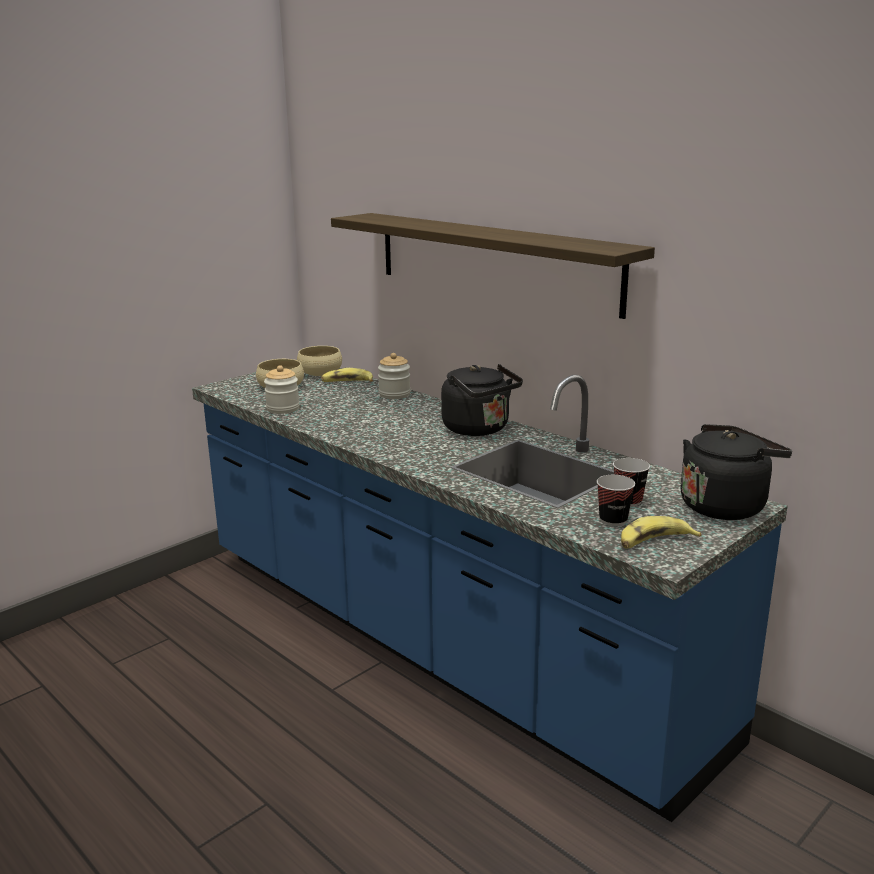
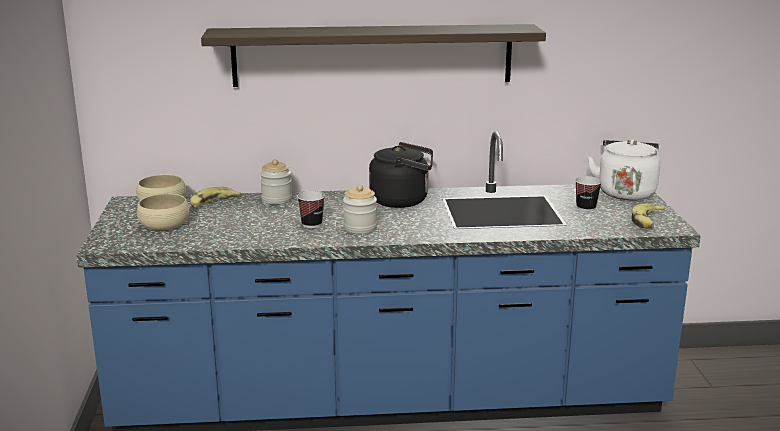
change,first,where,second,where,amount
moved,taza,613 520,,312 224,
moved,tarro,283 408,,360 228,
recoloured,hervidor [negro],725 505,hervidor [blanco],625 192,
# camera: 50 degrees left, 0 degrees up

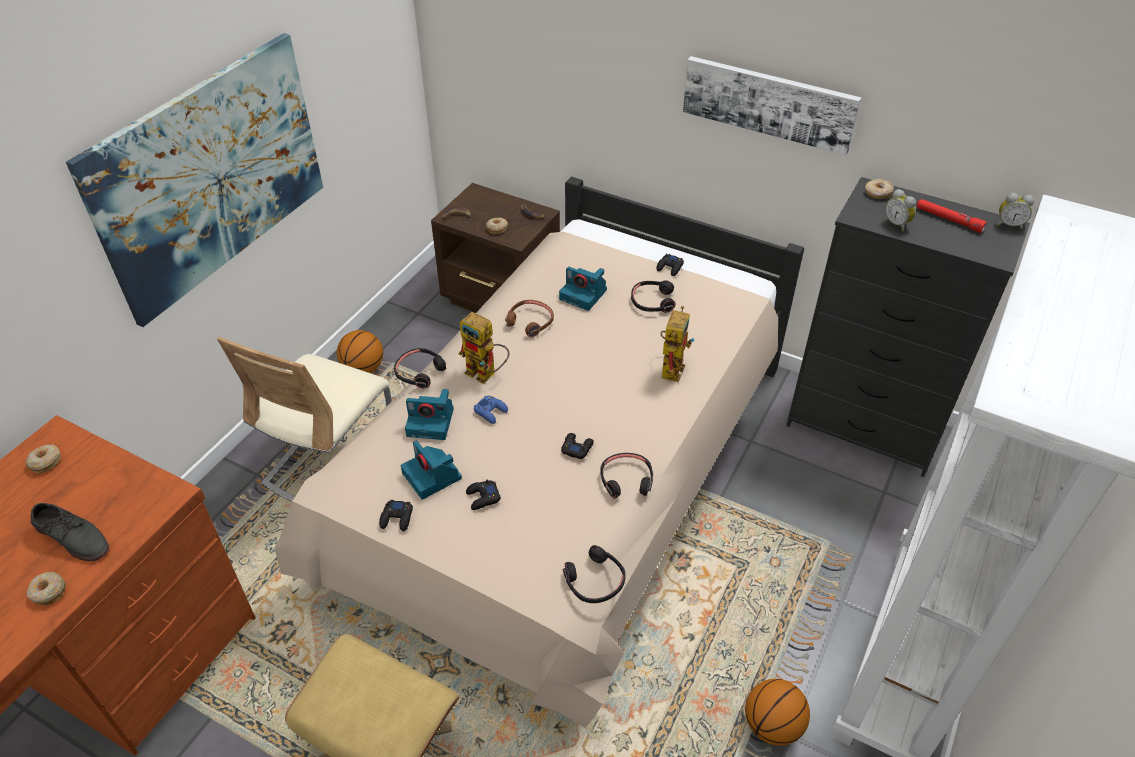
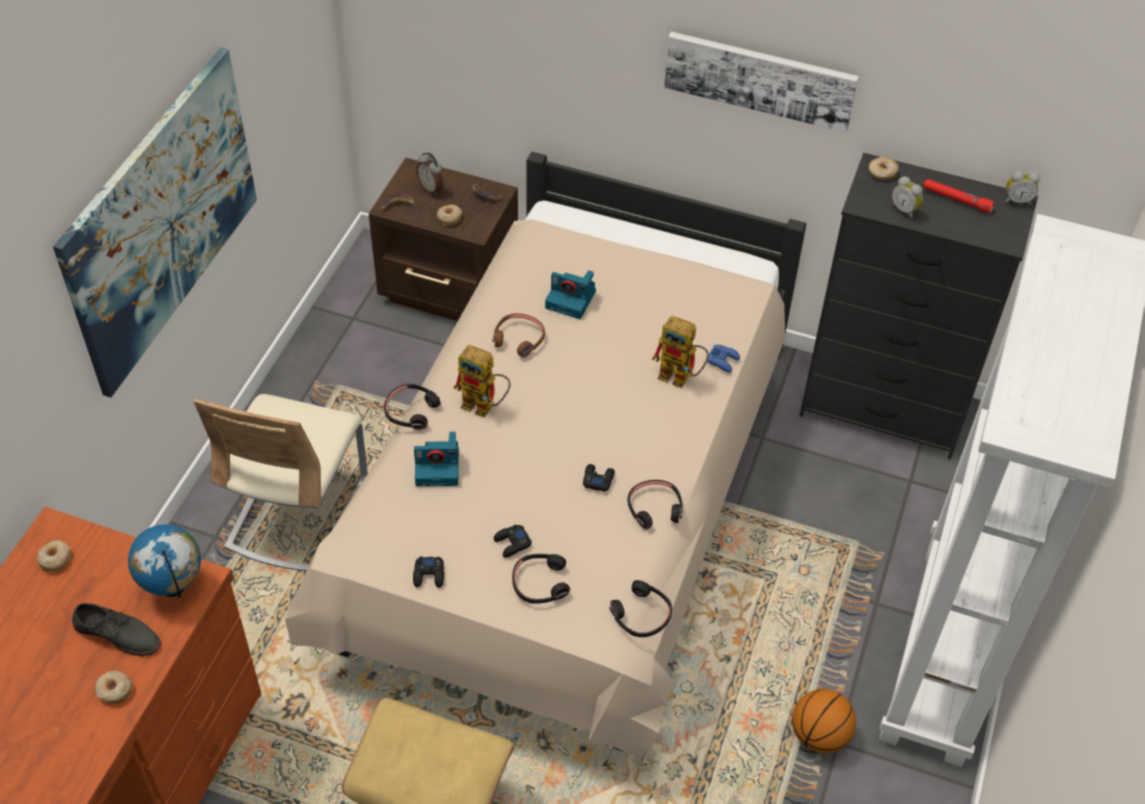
change,first,where,second,where,amount
added,,,globo terráqueo,174 588,
added,,,despertador,431 188,
moved,auriculares [negro],652 301,,540 583,
turned,robot de juguete,671 366,,681 377,105 degrees clockwise
moved,mando de consola [azul],491 412,,723 361,
removed,balón de baloncesto,363 369,,,
removed,cámara,433 476,,,
removed,mando de consola [negro],670 268,,,
# camera: 10 degrees left, 5 degrees up

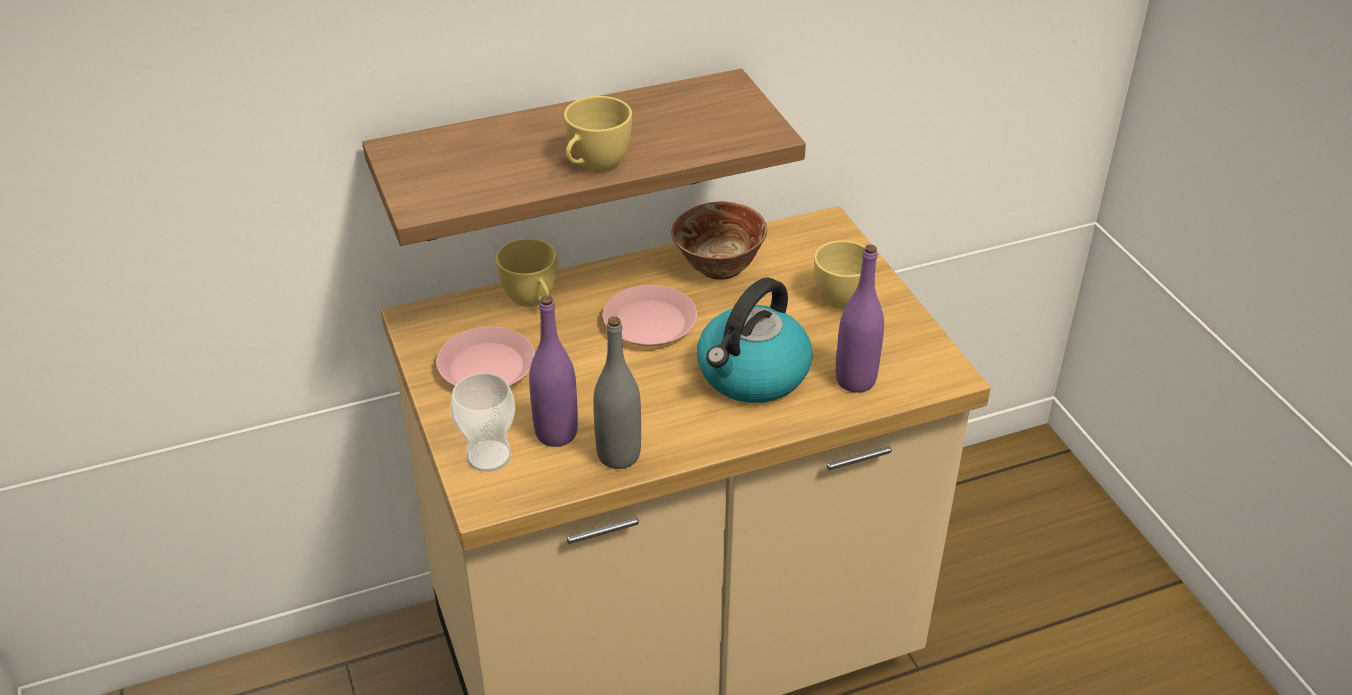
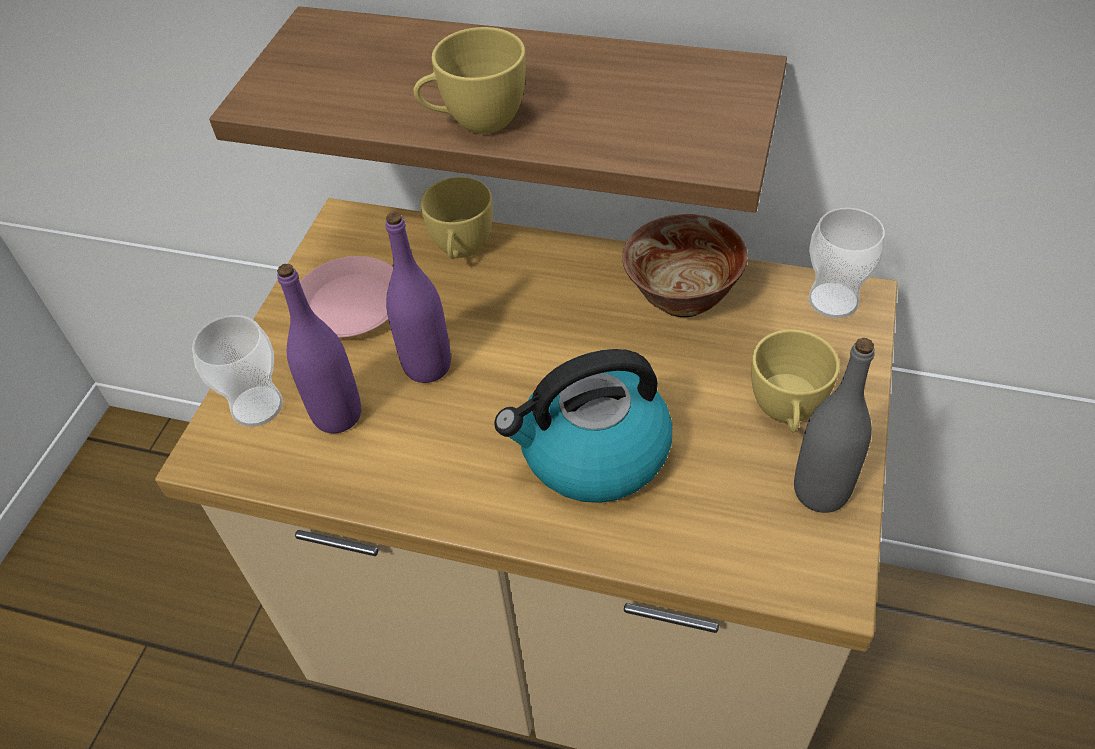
change,first,where,second,where,amount
moved,botella [morado],855 380,,427 366,
moved,botella [gris],618 455,,820 491,
added,,,taza,833 300,
removed,plato [rosa],650 323,,,
# camera: 40 degrees right, 10 degrees up

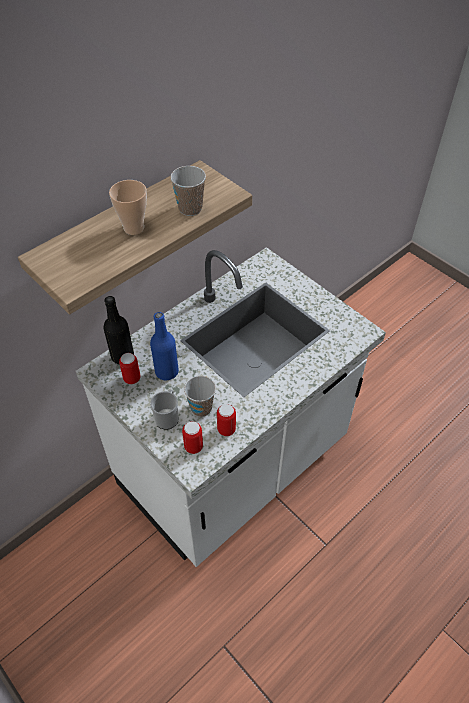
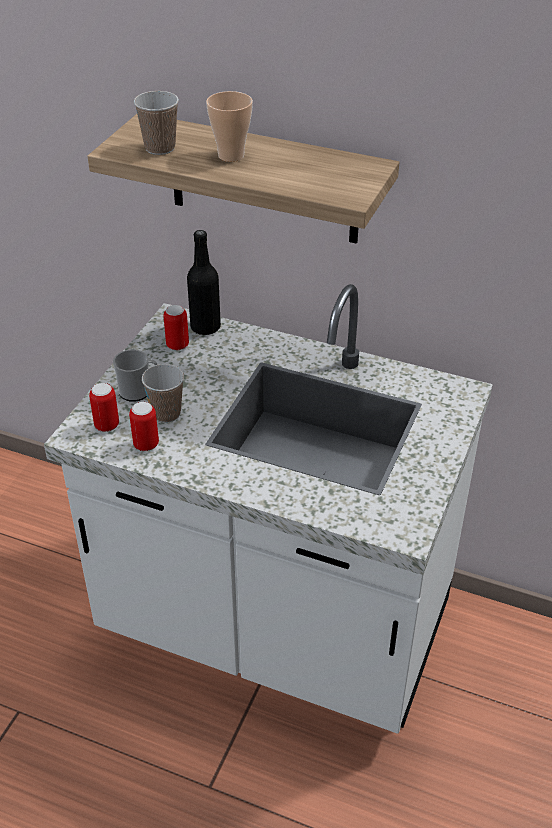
change,first,where,second,where,amount
moved,taza,190 209,,160 148,
removed,botella [azul],166 372,,,
# camera: 65 degrees right, 10 degrees down

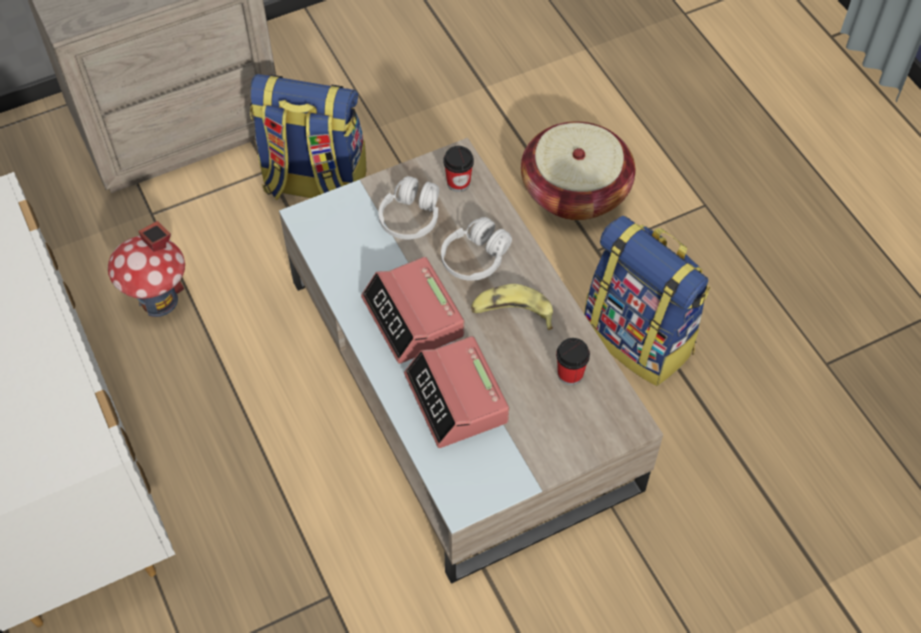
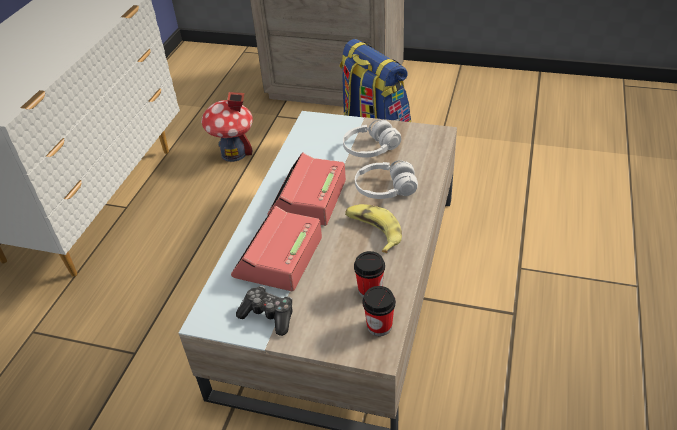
change,first,where,second,where,amount
added,,,mando de consola,268 315,
moved,taza,458 183,,379 326,
removed,cesta,575 191,,,
removed,mochila,640 338,,,
# camera: 45 degrees right, 15 degrees down

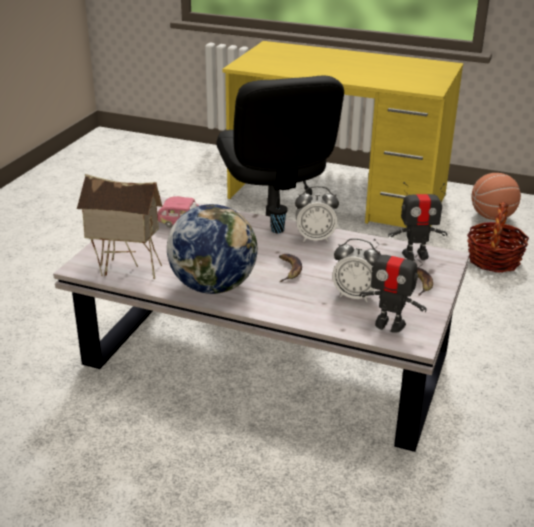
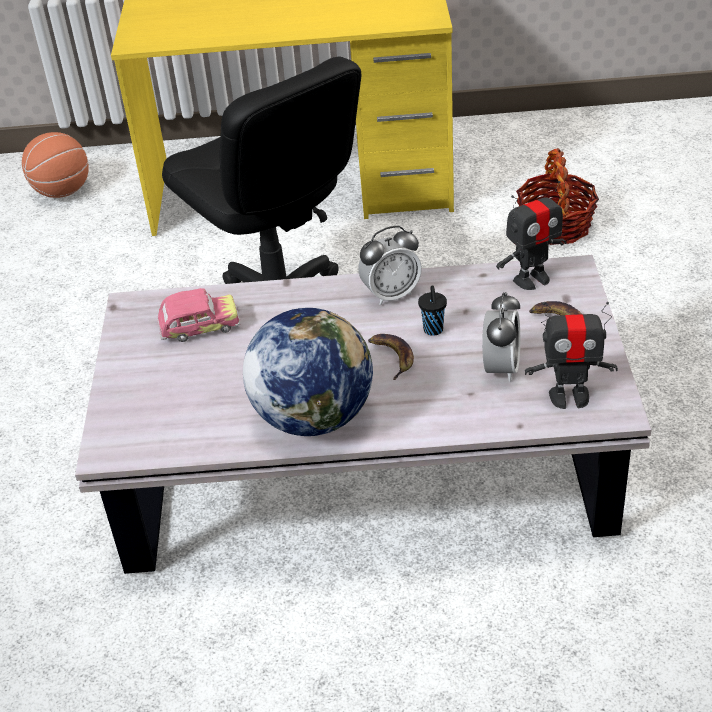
change,first,where,second,where,amount
moved,balón de baloncesto,492 216,,62 191,
moved,taza [negro],277 231,,433 330,
turned,despertador,355 295,,501 368,75 degrees counterclockwise
removed,casita,126 271,,,
# camera: 20 degrees left, 10 degrees up

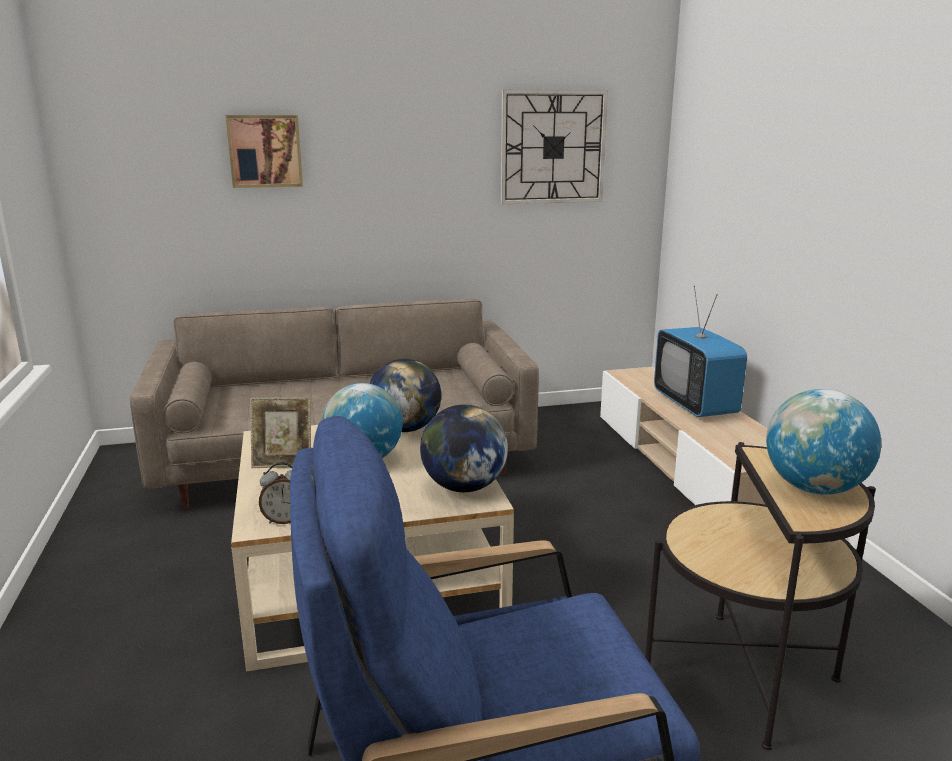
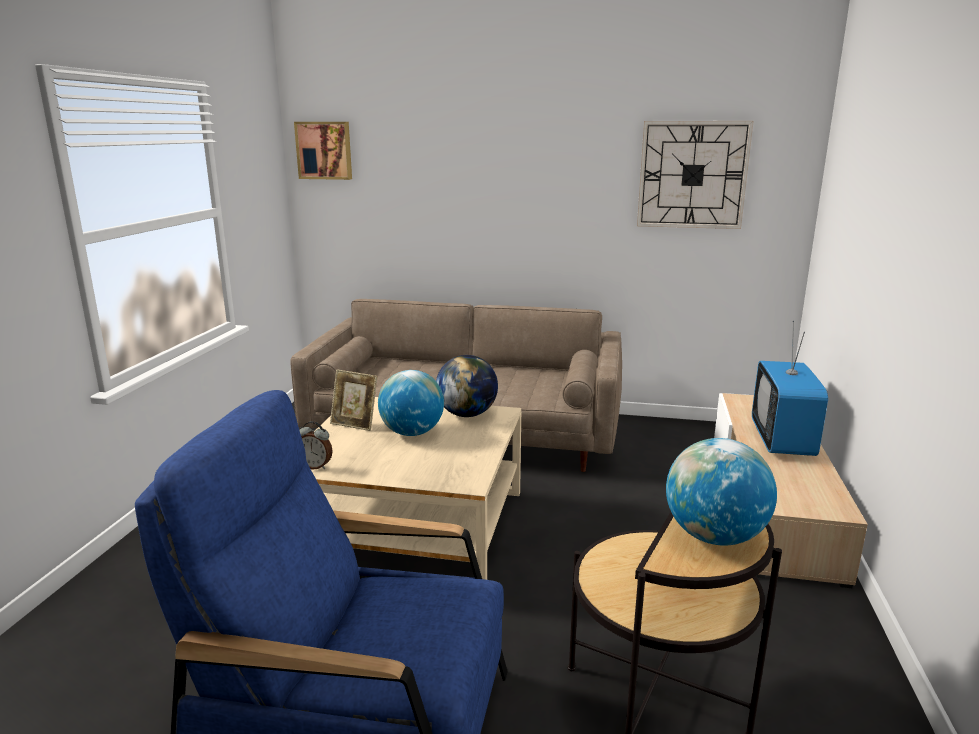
change,first,where,second,where,amount
moved,cuadro,265 151,,324 150,
removed,globo terráqueo,464 487,,,
# camera: 25 degrees right, 0 degrees up

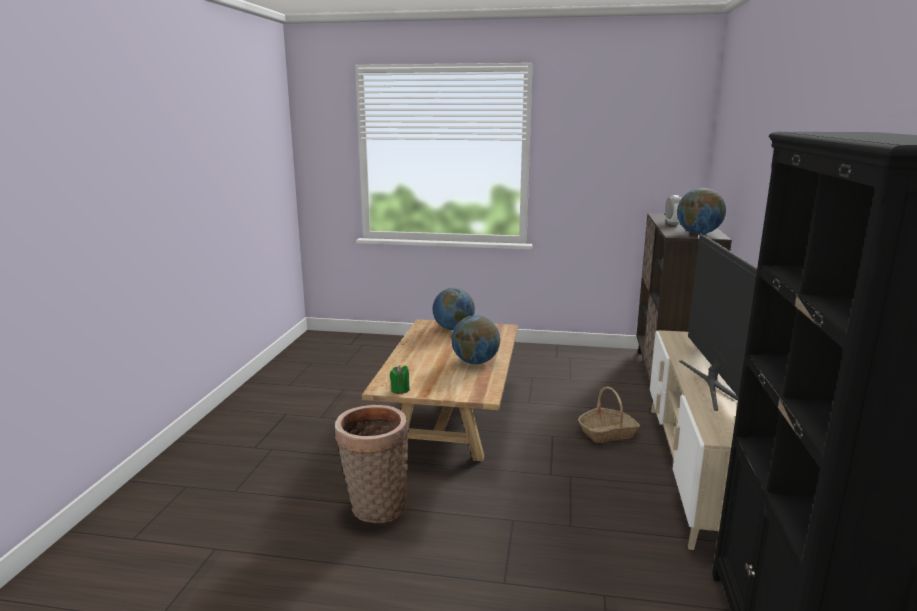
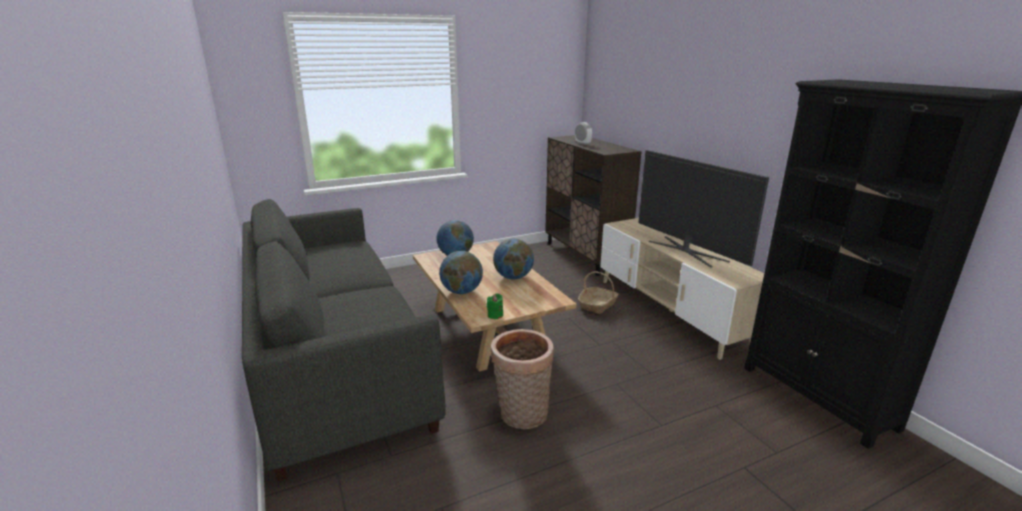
change,first,where,second,where,amount
added,,,sofá [gris],334 359,
moved,globo terráqueo,698 233,,461 291,
# camera: 35 degrees left, 5 degrees up

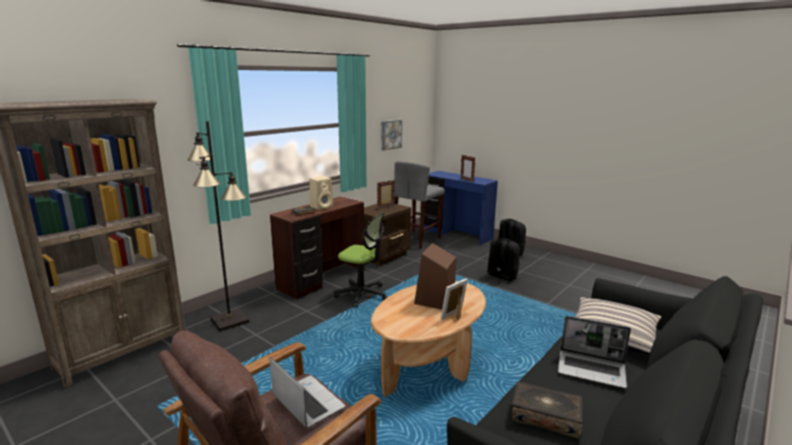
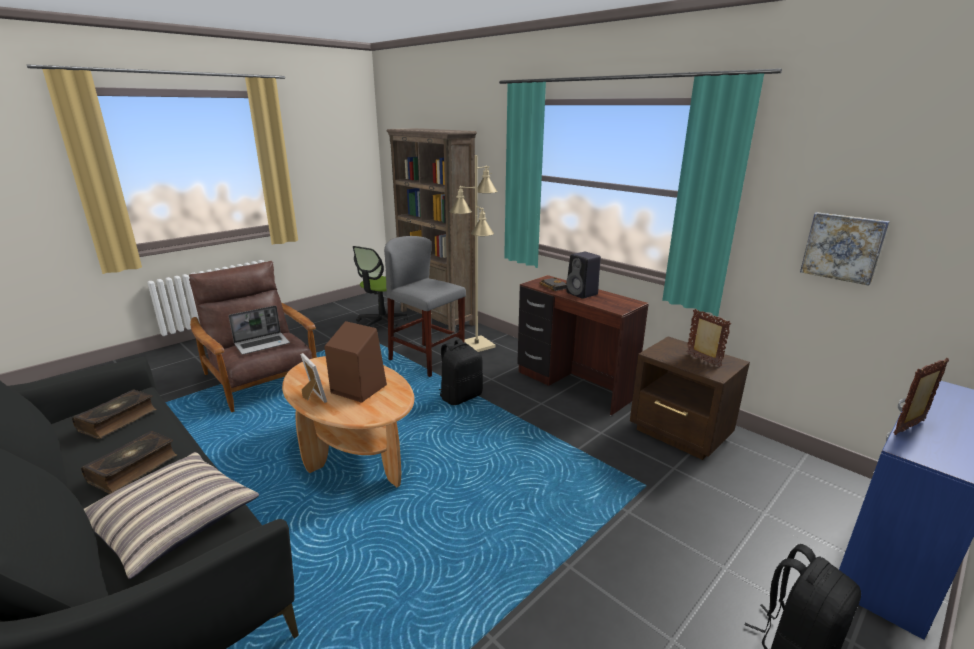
change,first,where,second,where,amount
replaced,portátil,592 369,libro,134 468,
moved,silla de oficina,362 295,,381 323,
moved,taburete [gris],416 239,,426 360,
moved,mochila [negro],501 277,,461 396,
recoloured,lámpara de pie [negro],230 320,lámpara de pie [beis],477 345,
recoloured,altavoz [beis],322 207,altavoz [negro],583 294,
# camera: 95 degrees right, 5 degrees up

